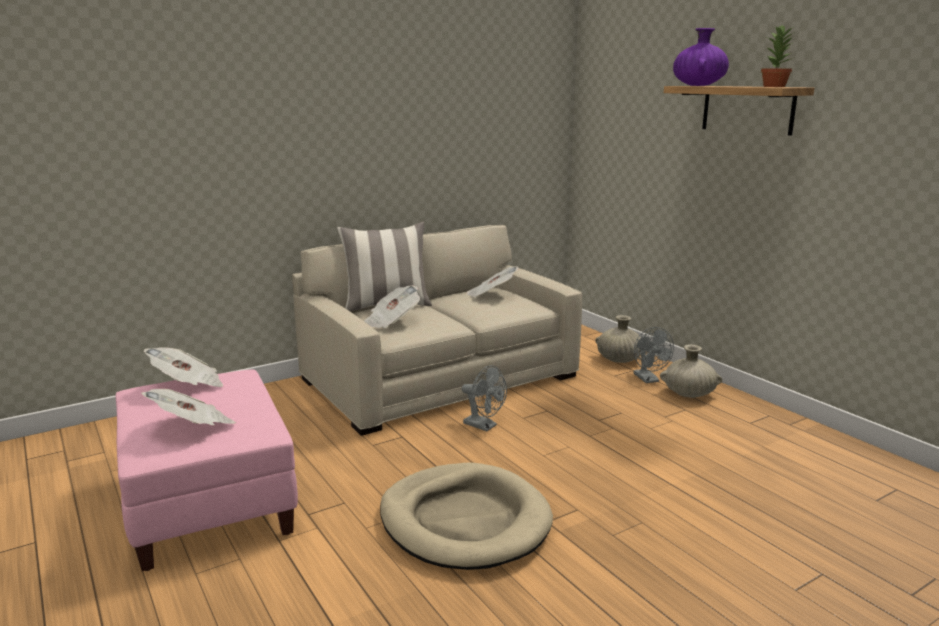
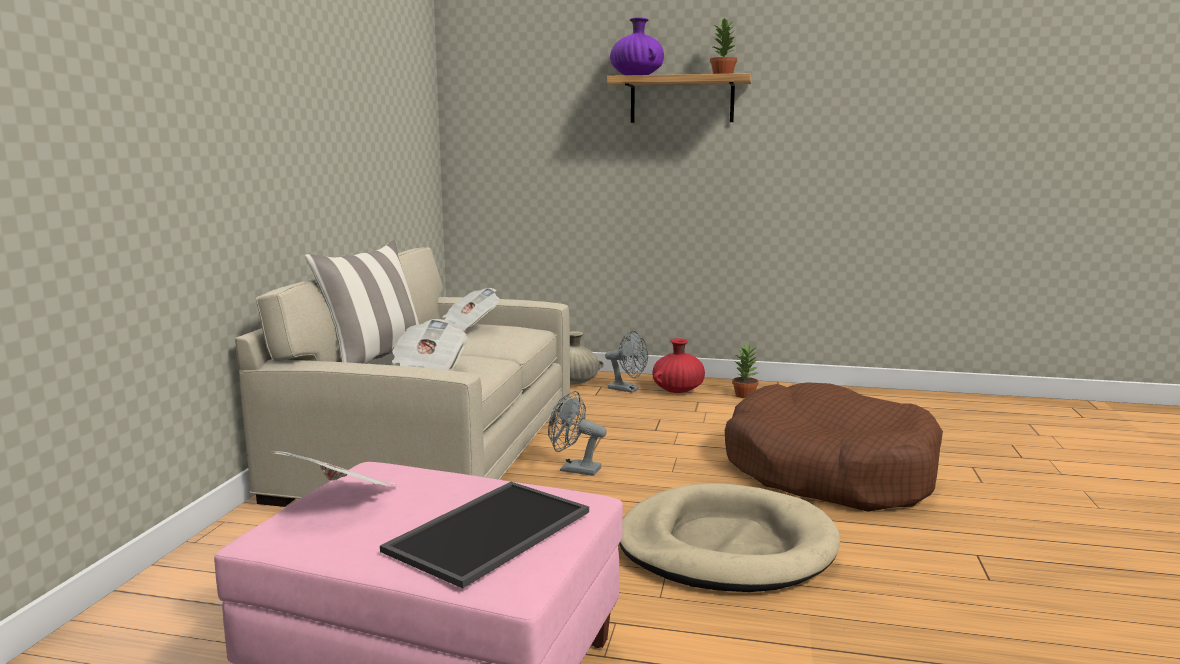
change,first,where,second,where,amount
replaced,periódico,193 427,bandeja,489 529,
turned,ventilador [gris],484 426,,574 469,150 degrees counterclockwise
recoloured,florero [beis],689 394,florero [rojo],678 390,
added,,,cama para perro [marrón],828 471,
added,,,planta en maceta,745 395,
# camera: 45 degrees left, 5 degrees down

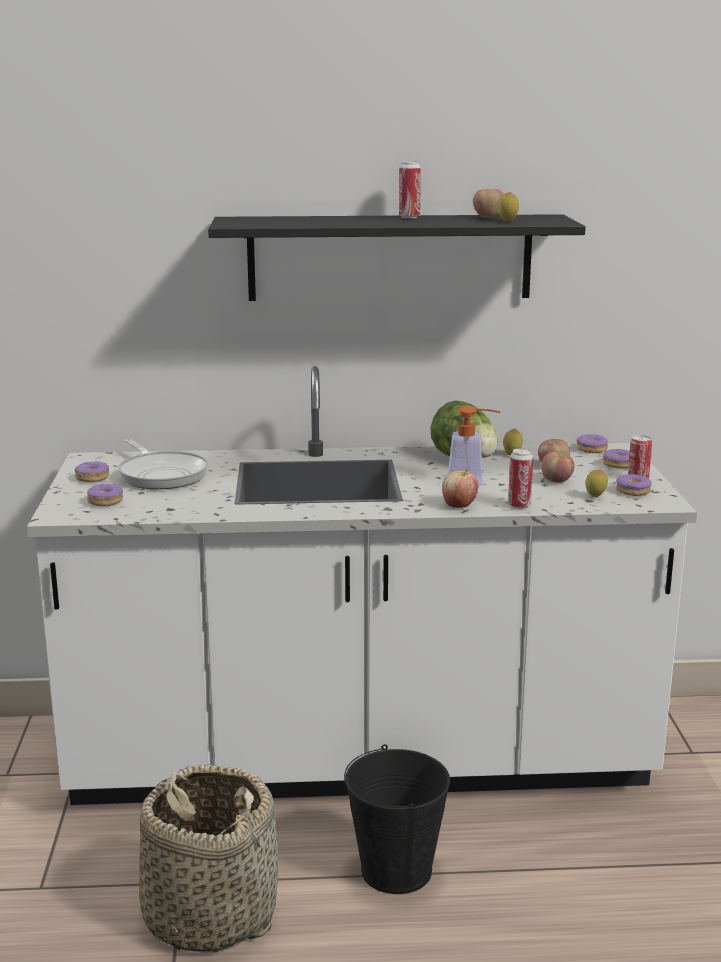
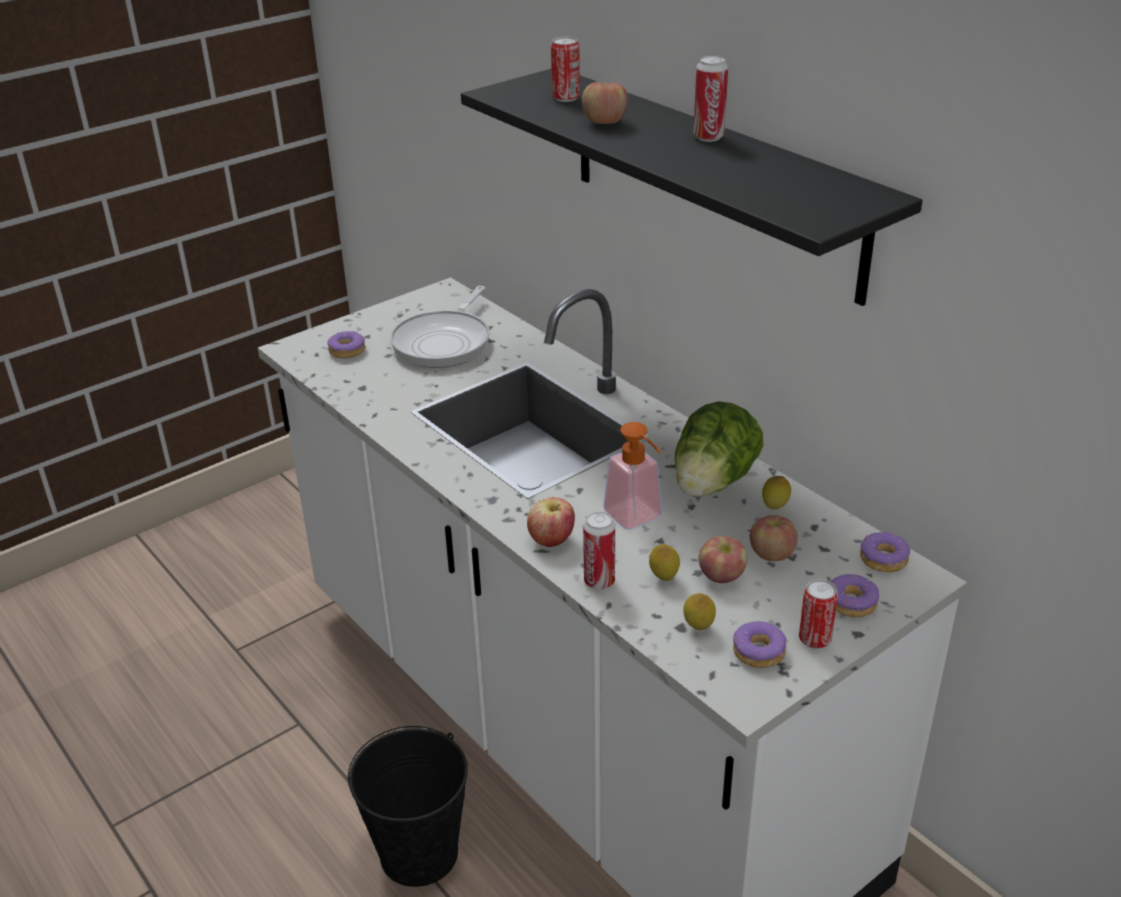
change,first,where,second,where,amount
added,,,lata,566 98,
moved,manzana,488 217,,604 122,
moved,limón,507 221,,663 578,
removed,rosquilla,92 478,,,
removed,cesta,209 913,,,
# camera: 55 degrees right, 15 degrees up

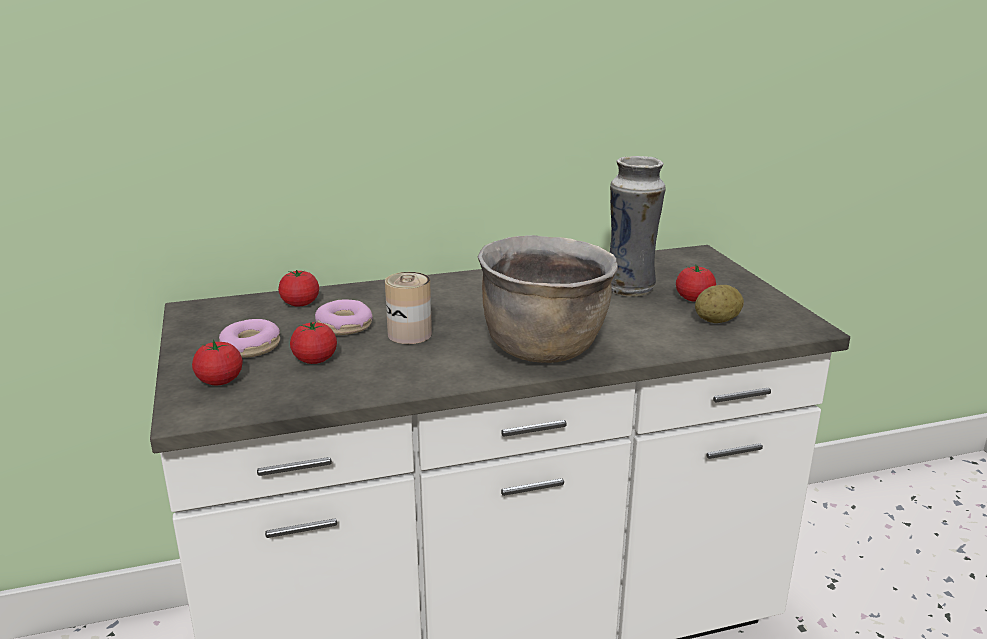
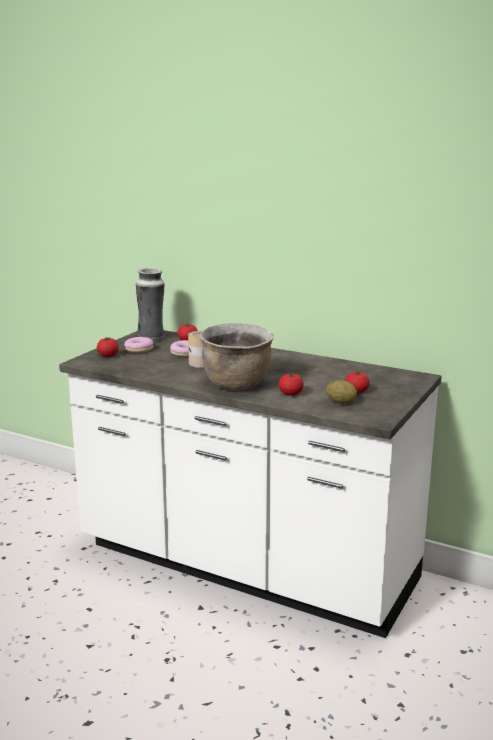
change,first,where,second,where,amount
moved,florero,630 288,,152 338,
moved,tomate,315 359,,290 394,
# camera: 45 degrees right, 5 degrees down

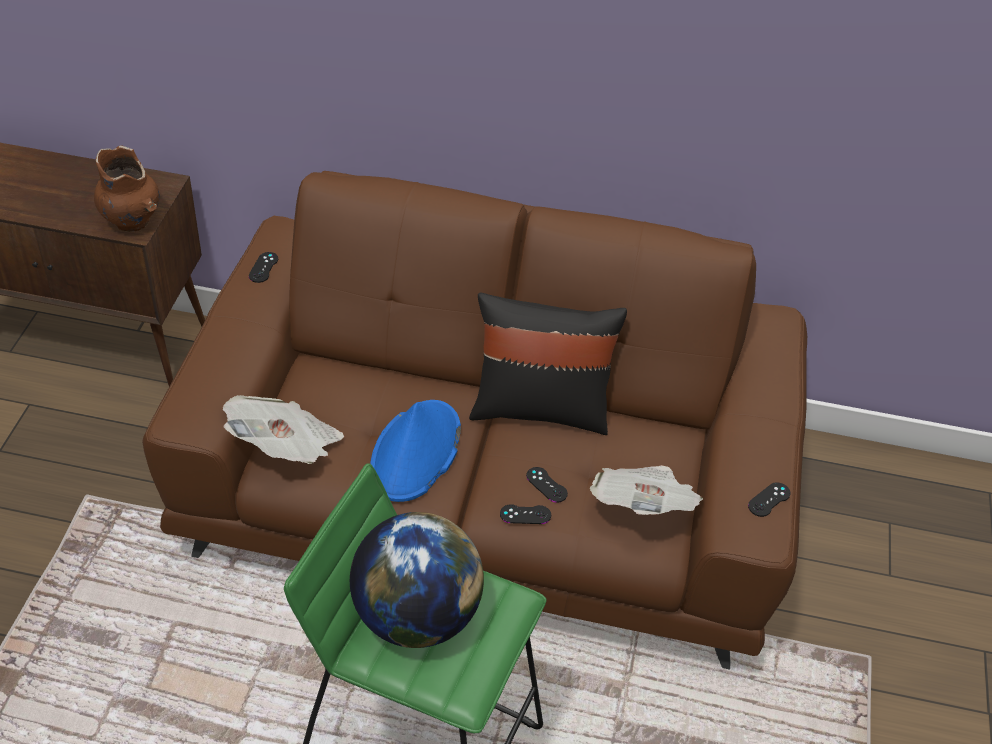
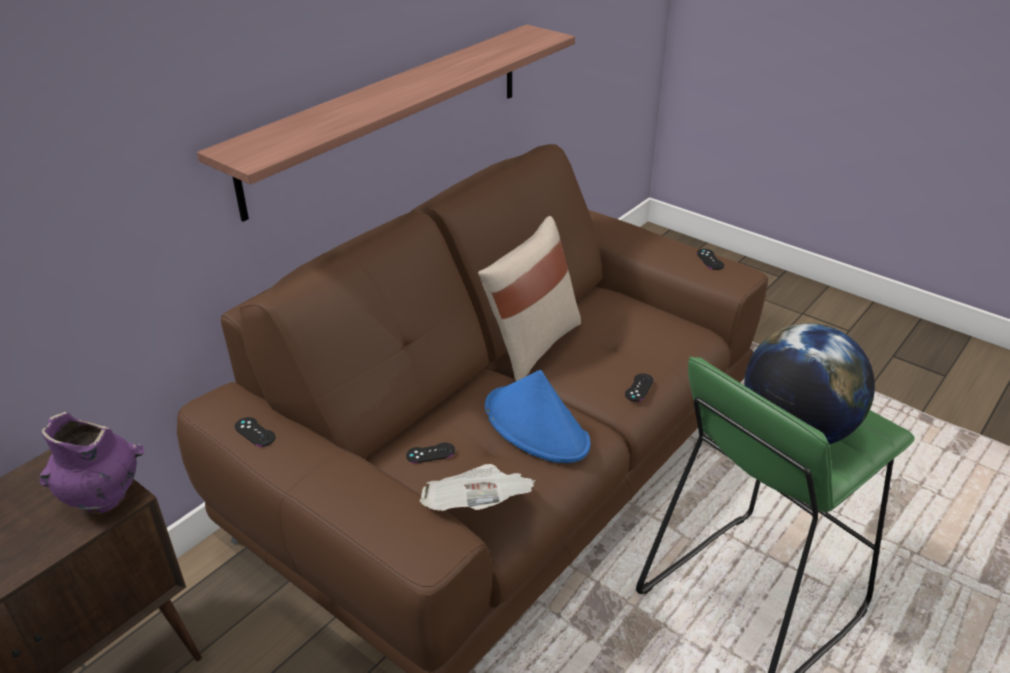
change,first,where,second,where,amount
recoloured,florero [marrón],133 222,florero [morado],105 498,
added,,,estante,390 115,
moved,mando de consola [negro],546 485,,430 453,
recoloured,cojín [negro],540 408,cojín [beis],531 345,
removed,periódico,642 507,,,
# camera: 60 degrees left, 10 degrees down

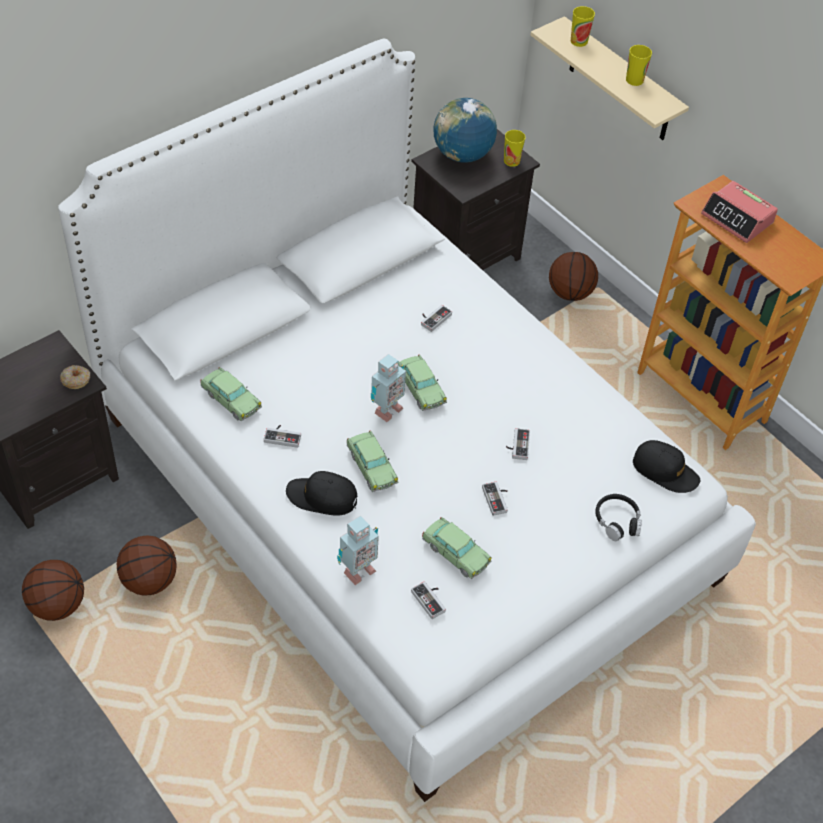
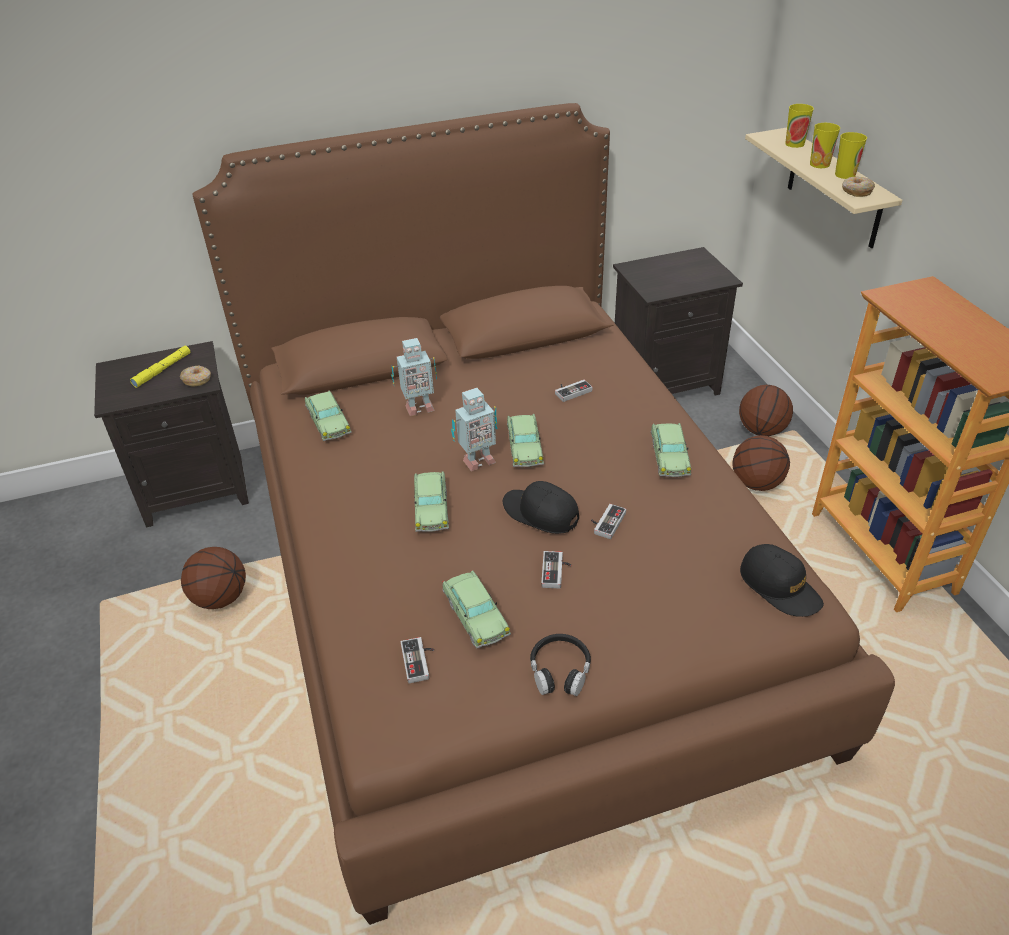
change,first,where,second,where,amount
added,,,linterna [amarillo],162 370,
recoloured,cama [blanco],403 496,cama [marrón],507 578,
moved,robot de juguete,357 571,,418 407,
moved,gorra [negro],322 497,,540 513,
moved,auriculares [negro],617 521,,560 670,
added,,,coche de juguete,669 458,
moved,balón de baloncesto,57 605,,756 483,
moved,taza,511 161,,819 164,
added,,,rosquilla,856 191,
removed,mando de consola,283 436,,,
removed,globo terráqueo,462 155,,,
removed,despertador,737 219,,,
# camera: 25 degrees right, 10 degrees down

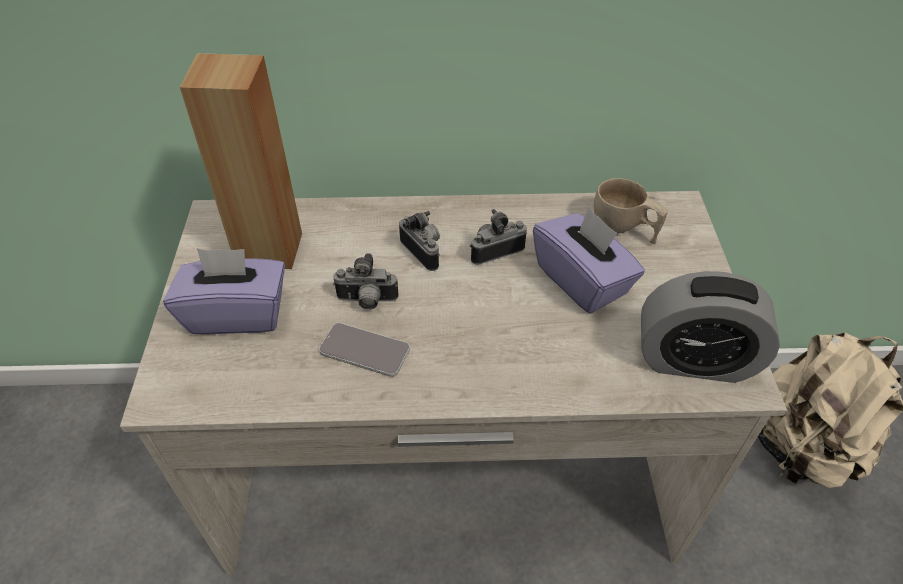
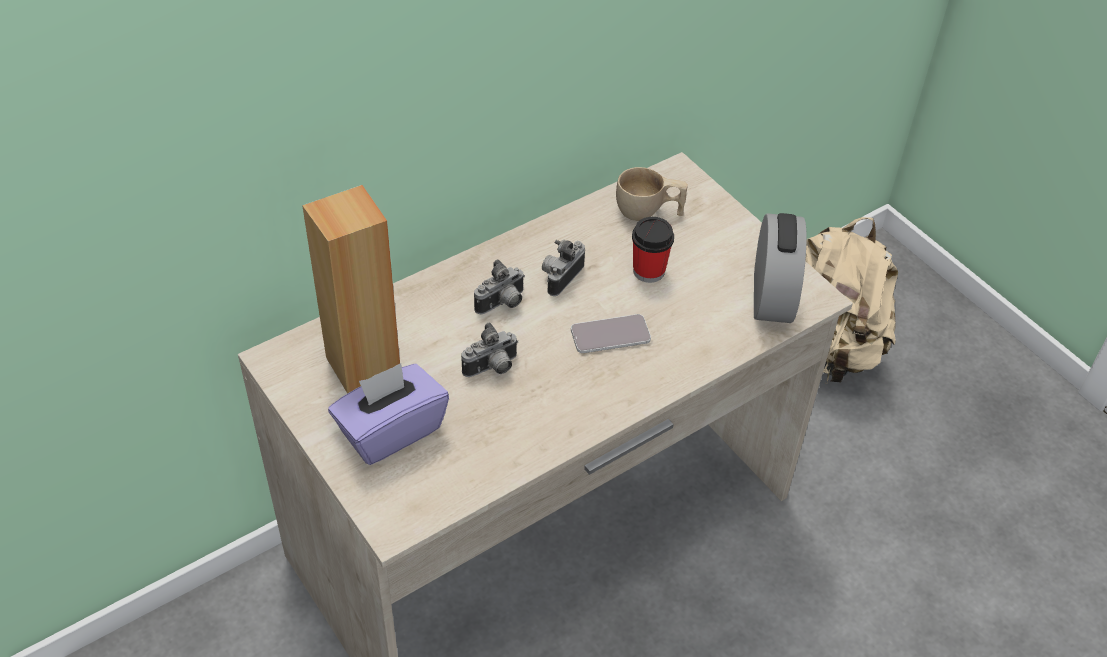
change,first,where,second,where,amount
turned,cámara,424 251,,502 304,120 degrees clockwise
moved,móvil,364 350,,610 335,
replaced,caja de pañuelos [morado],582 280,taza,648 271,
turned,despertador,694 360,,772 296,60 degrees counterclockwise
# camera: 35 degrees left, 0 degrees up

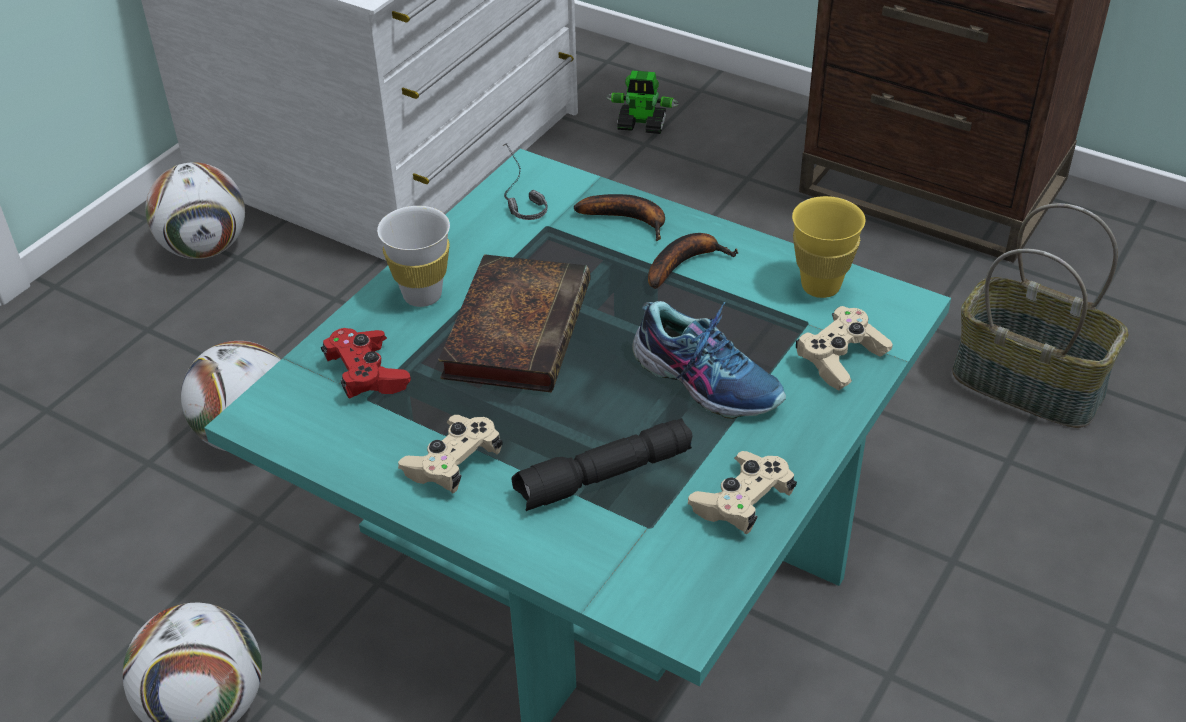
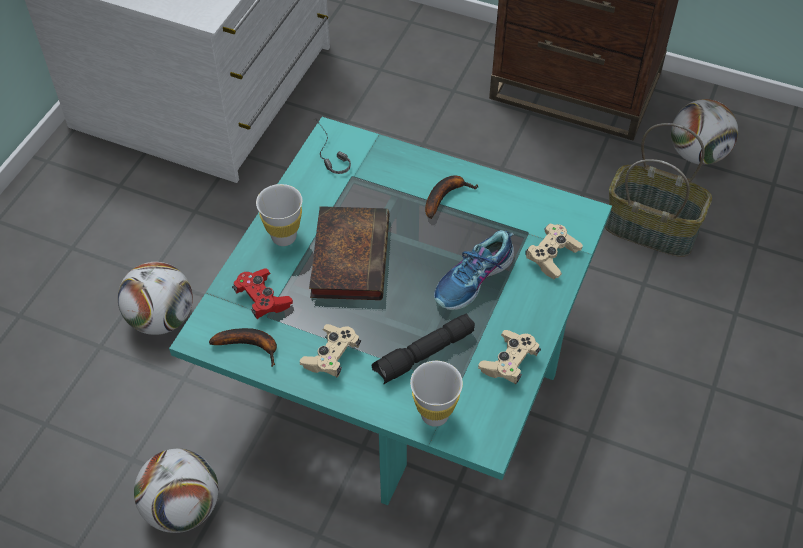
change,first,where,second,where,amount
moved,plátano,629 219,,251 345,
added,,,taza [blanco],434 415,
turned,zapato,707 379,,474 280,105 degrees clockwise
moved,balón de fútbol,205 248,,697 154,
removed,robot de juguete,642 125,,,
removed,taza [amarillo],820 286,,,
# camera: 10 degrees left, 10 degrees up

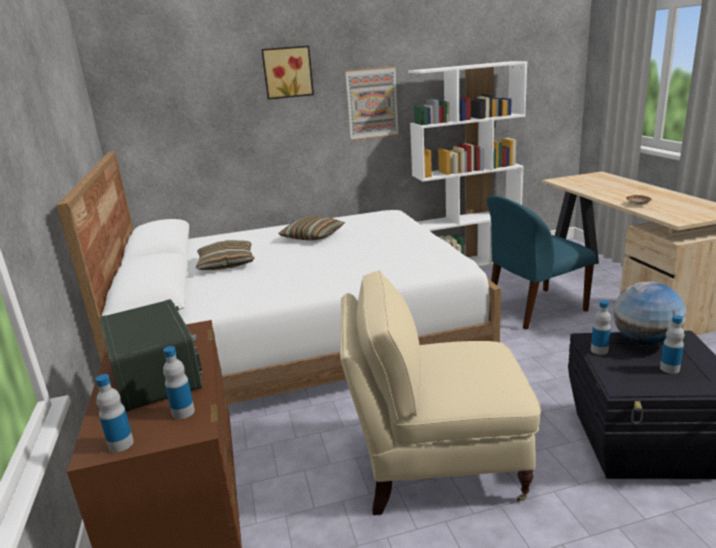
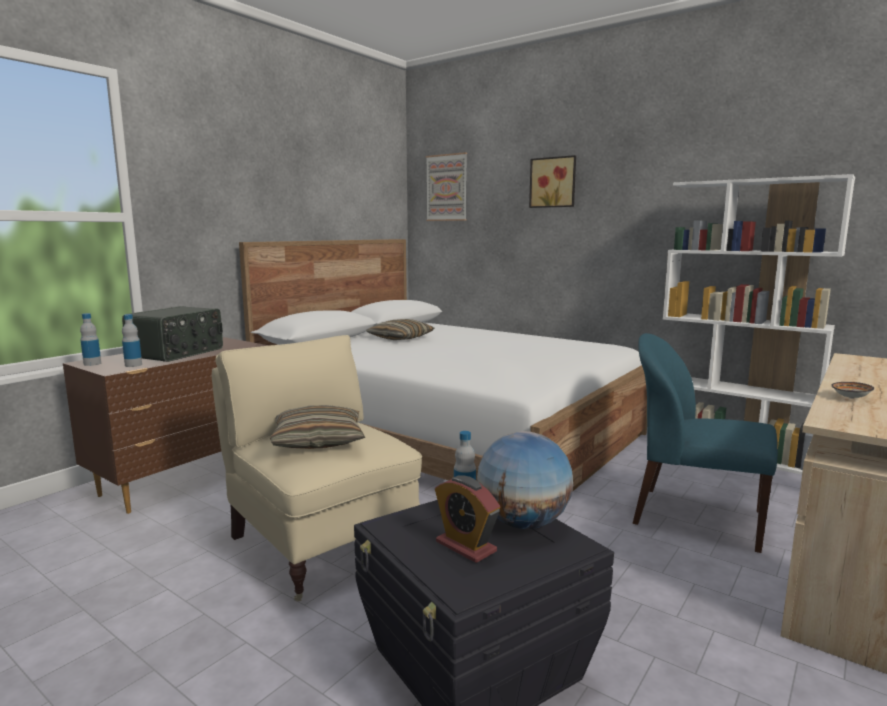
change,first,where,second,where,amount
moved,cojín,312 236,,318 441,
moved,cuadro,372 103,,447 188,
replaced,botella,669 368,despertador,466 546,
# camera: 50 degrees right, 10 degrees down

